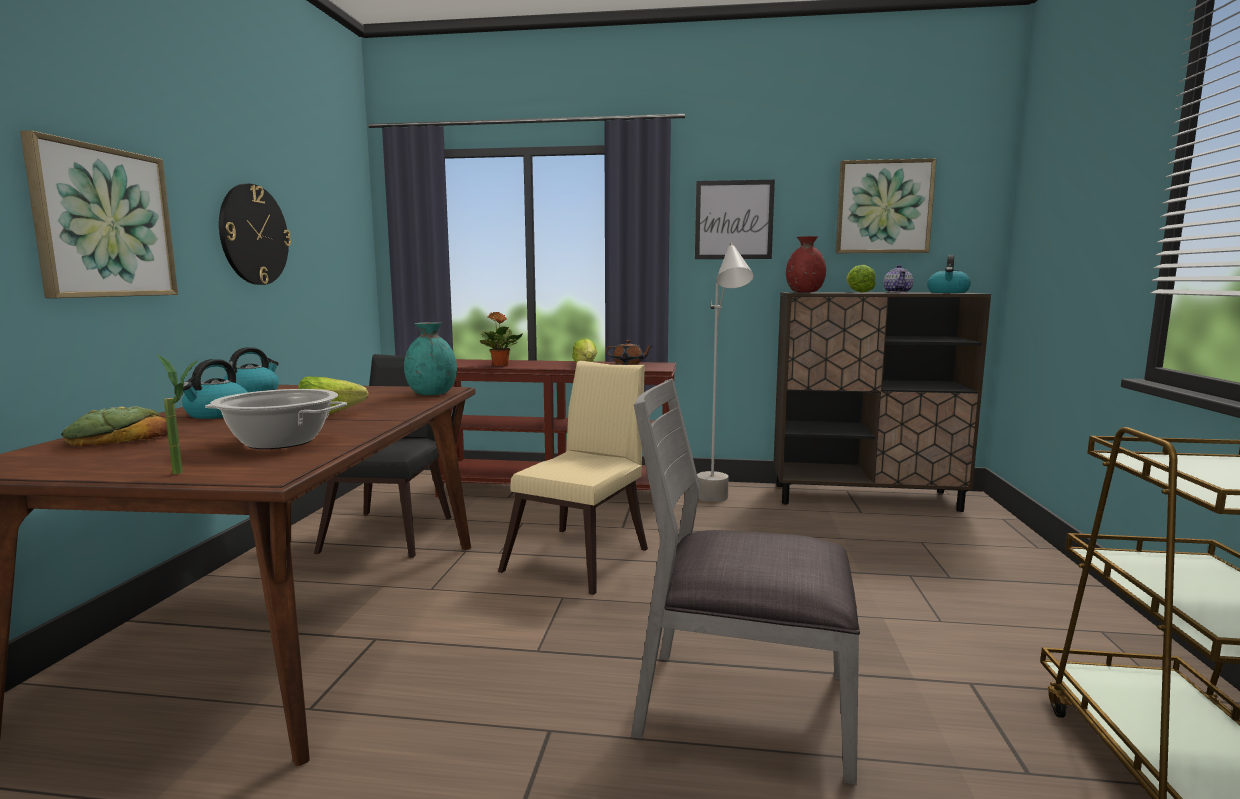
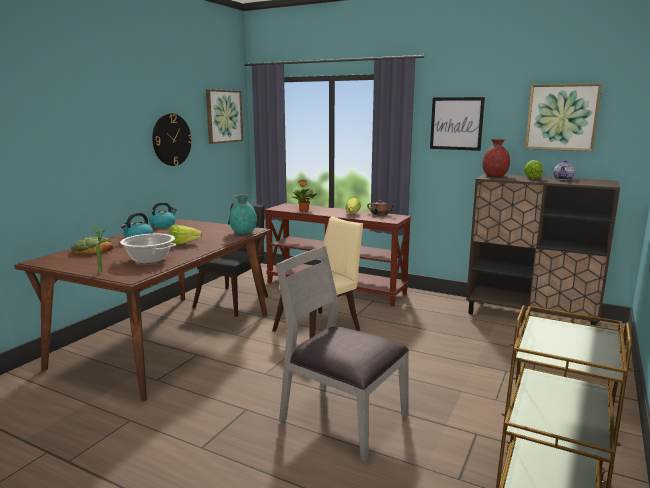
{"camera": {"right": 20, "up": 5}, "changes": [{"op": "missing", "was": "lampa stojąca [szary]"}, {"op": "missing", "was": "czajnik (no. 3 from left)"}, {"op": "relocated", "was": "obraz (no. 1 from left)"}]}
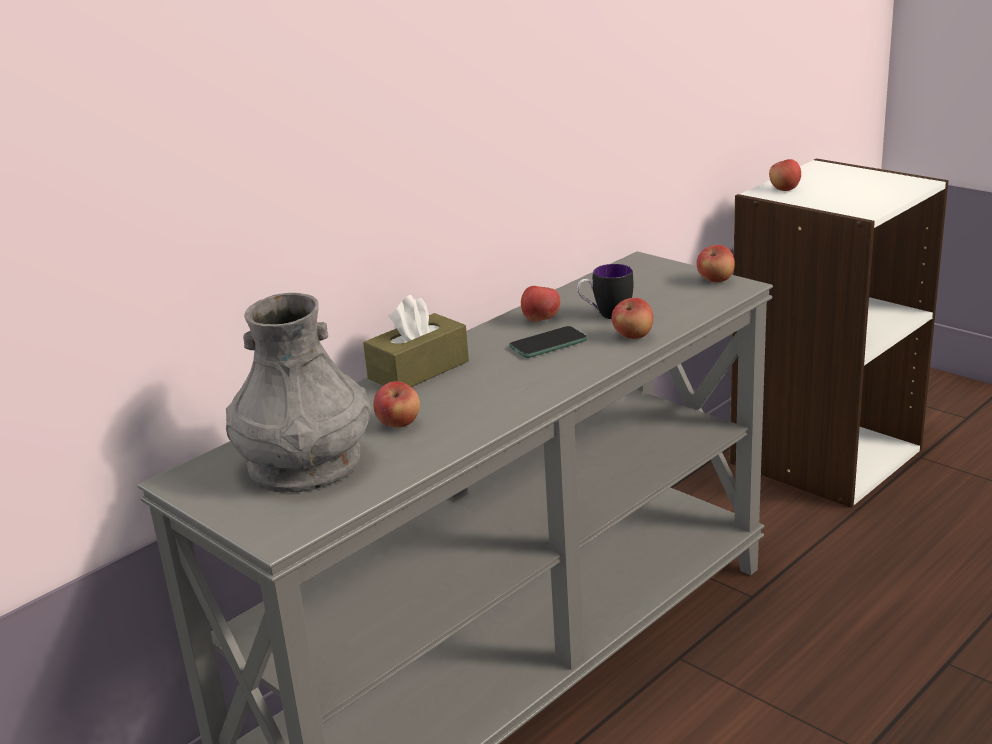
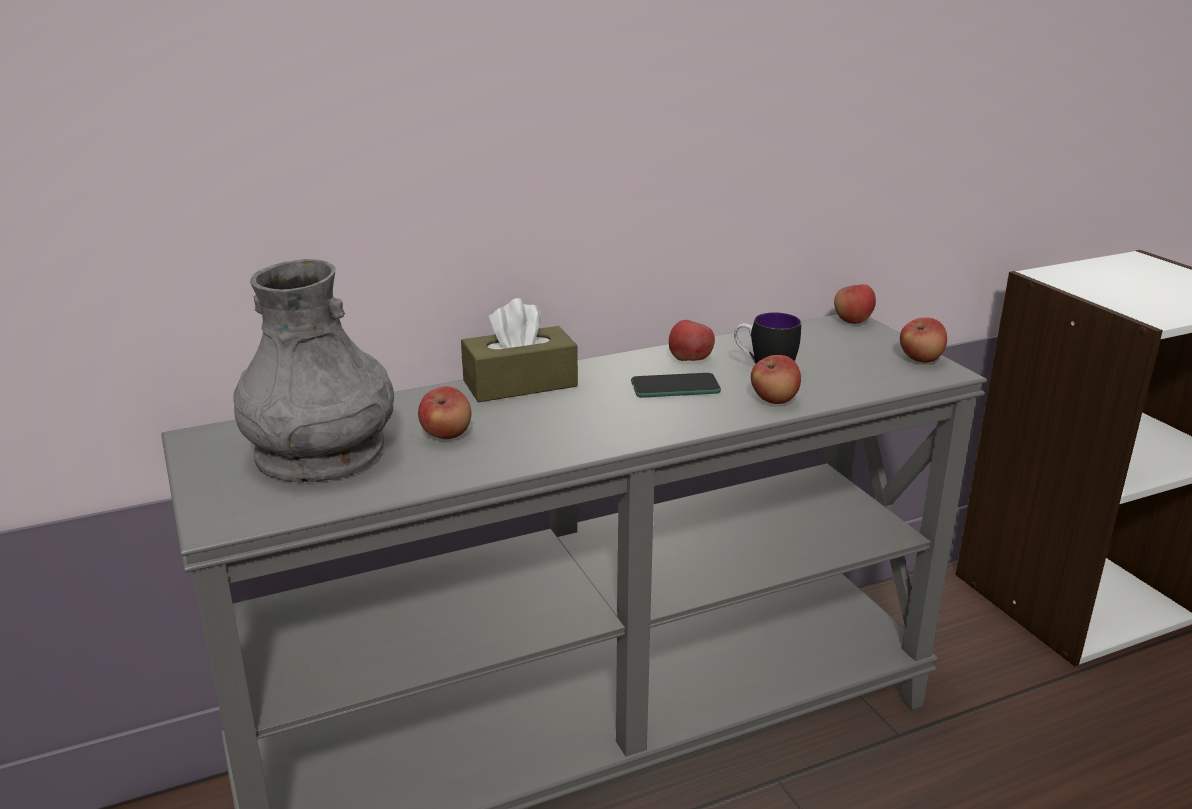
{"camera": {"right": 20, "up": 0}, "changes": [{"op": "relocated", "was": "jabłko (no. 5 from left in the first image)", "now": "jabłko (no. 4 from left)"}]}
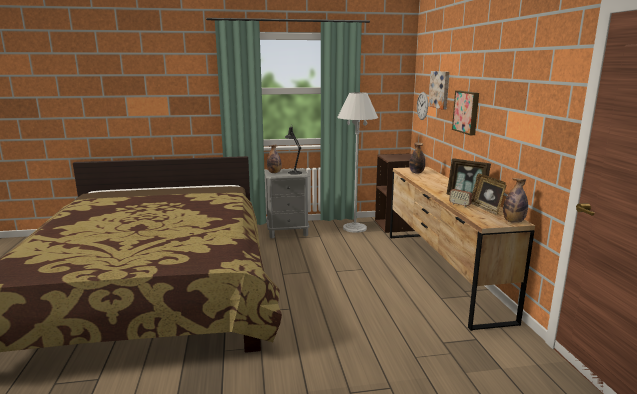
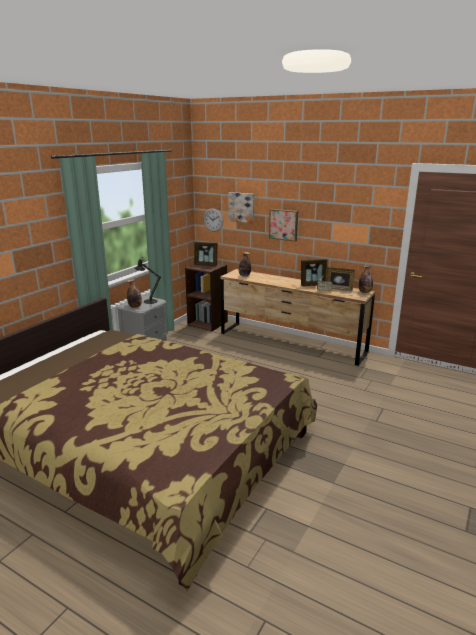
{"camera": {"right": -50, "up": 5}, "changes": [{"op": "missing", "was": "lampa stojąca [biały]"}, {"op": "appeared", "now": "ramka na zdjęcie (no. 1 from left)"}]}
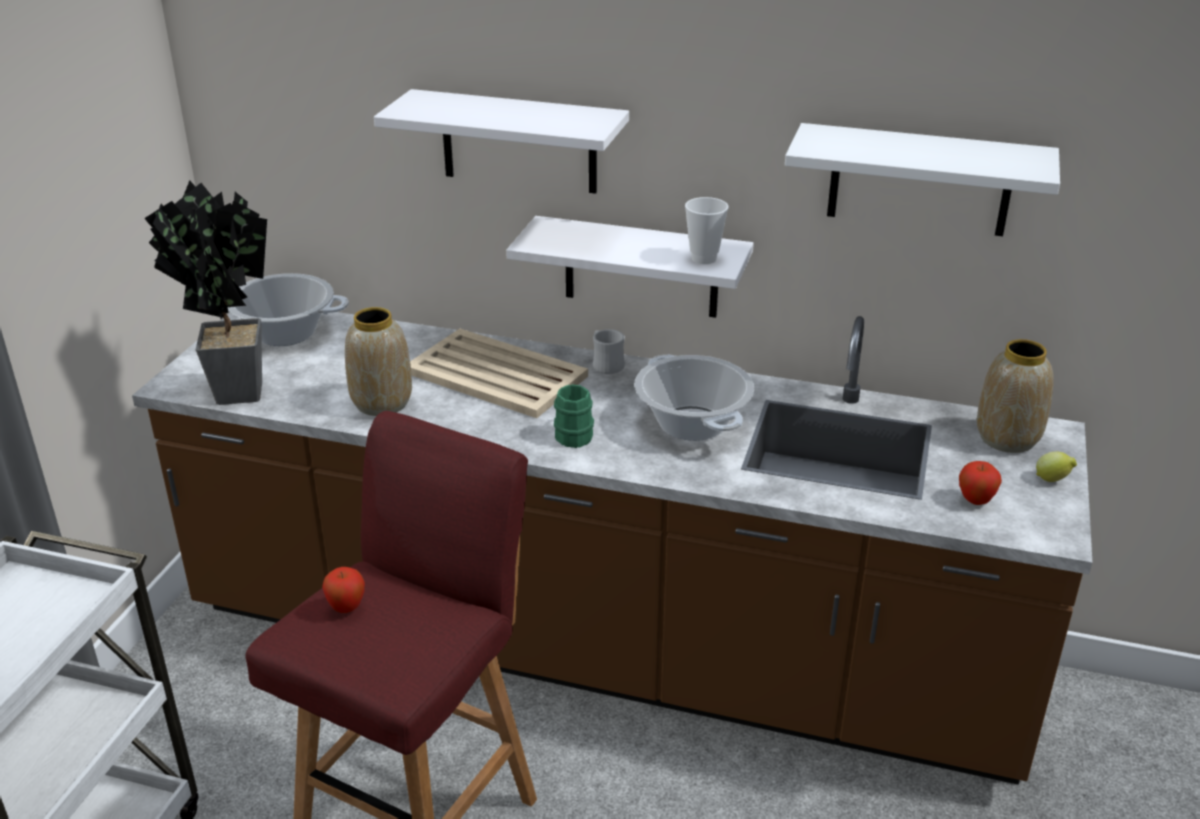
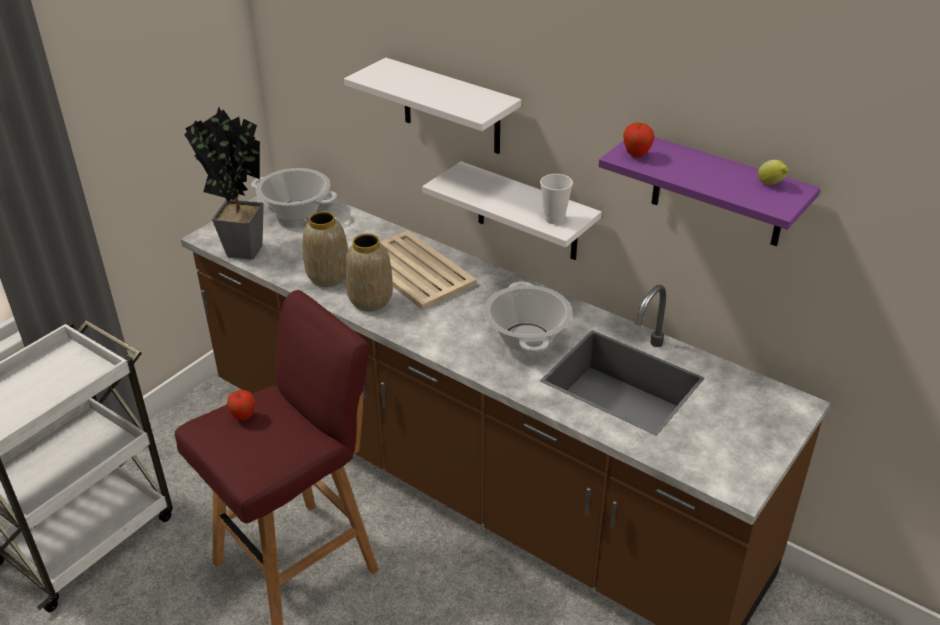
{"camera": {"right": 20, "up": 5}, "changes": [{"op": "missing", "was": "kubek [zielony]"}, {"op": "missing", "was": "kubek [biały]"}, {"op": "relocated", "was": "jabłko (no. 2 from left)"}, {"op": "relocated", "was": "wazon (no. 2 from left)"}, {"op": "relocated", "was": "cytryna"}, {"op": "colour", "was": "półka [biały] (no. 3 from left)", "now": "półka [fioletowy]"}]}
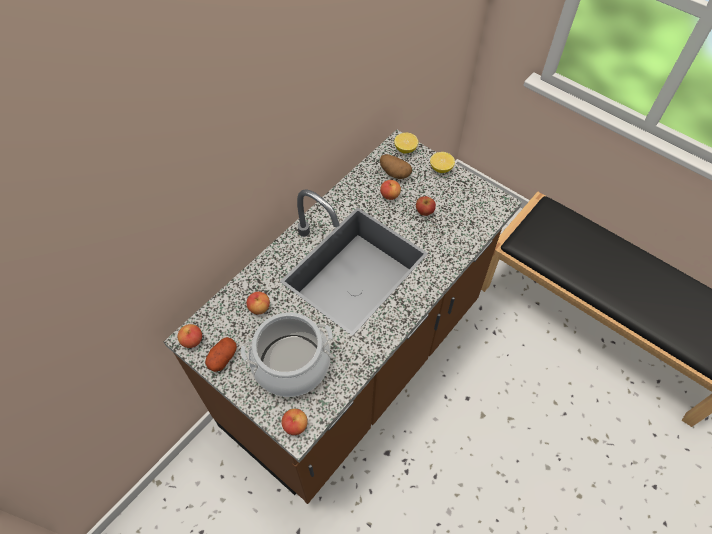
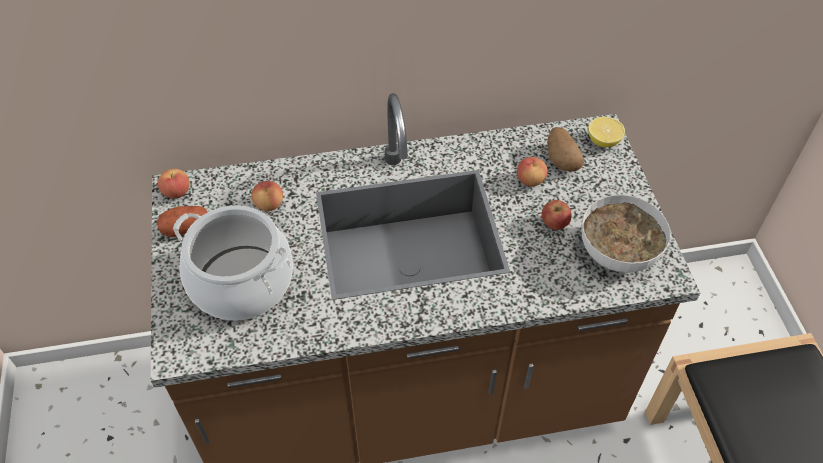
{"camera": {"right": 40, "up": -5}, "changes": [{"op": "missing", "was": "jabłko (no. 3 from left)"}, {"op": "missing", "was": "cytryna (no. 2 from left)"}, {"op": "appeared", "now": "miska"}]}
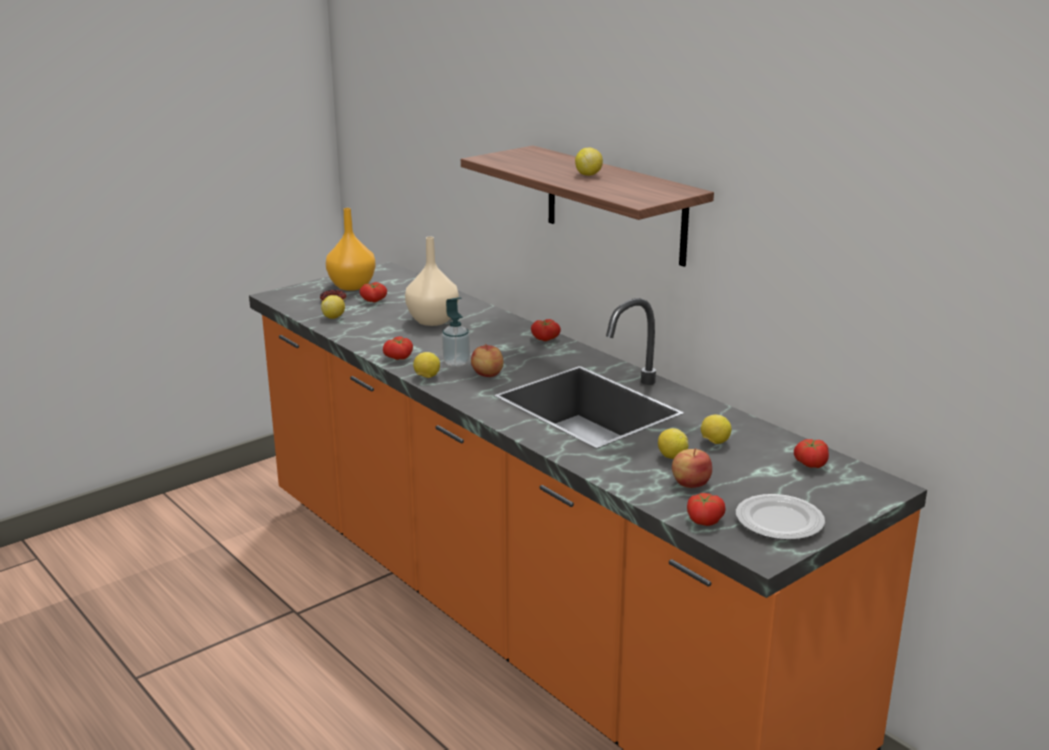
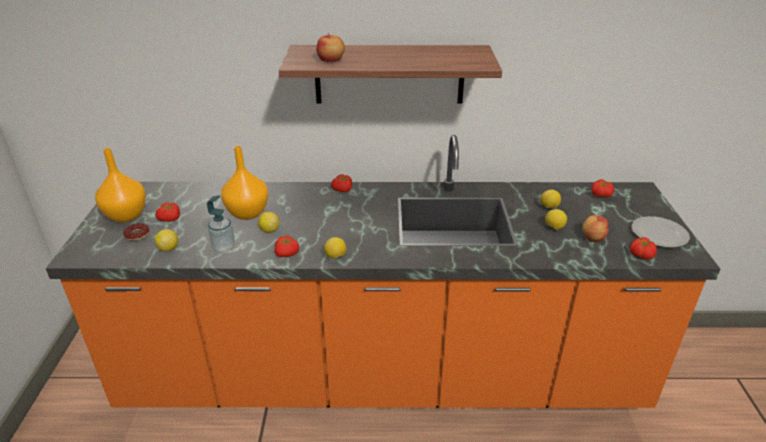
{"camera": {"right": -50, "up": 10}, "changes": [{"op": "relocated", "was": "dozownik mydła"}, {"op": "relocated", "was": "jabłko (no. 1 from left)"}, {"op": "relocated", "was": "cytryna (no. 3 from left in the first image)", "now": "cytryna (no. 2 from left)"}, {"op": "colour", "was": "wazon [beżowy]", "now": "wazon [pomarańczowy] (no. 2 from left)"}]}
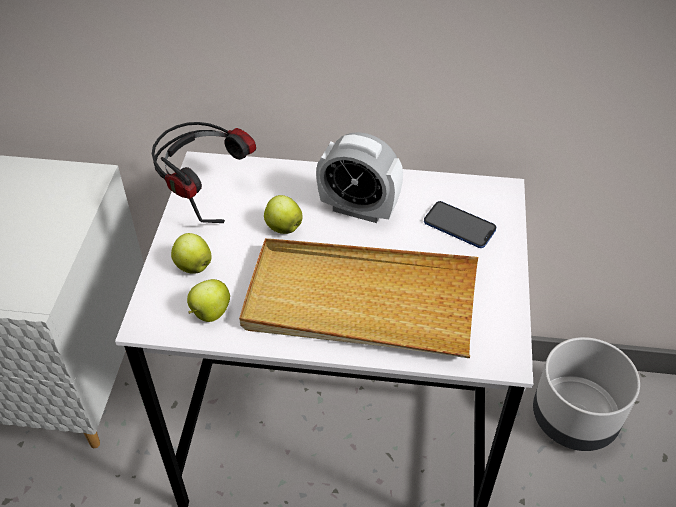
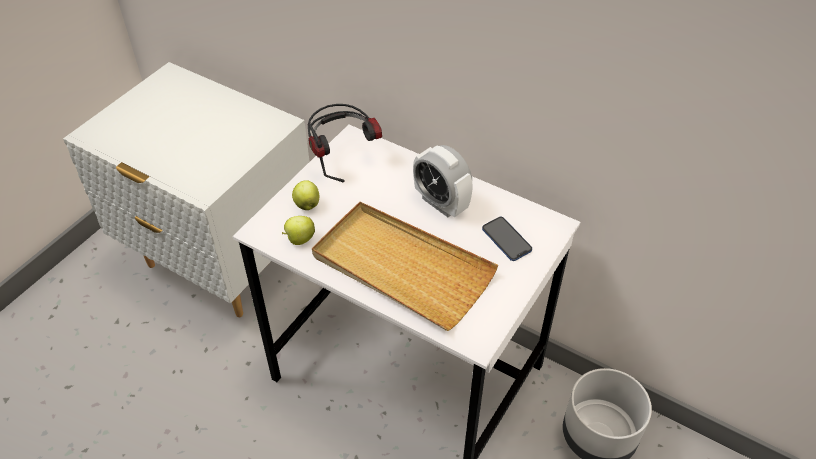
{"camera": {"right": 25, "up": 0}, "changes": [{"op": "missing", "was": "jabłko (no. 3 from left)"}]}
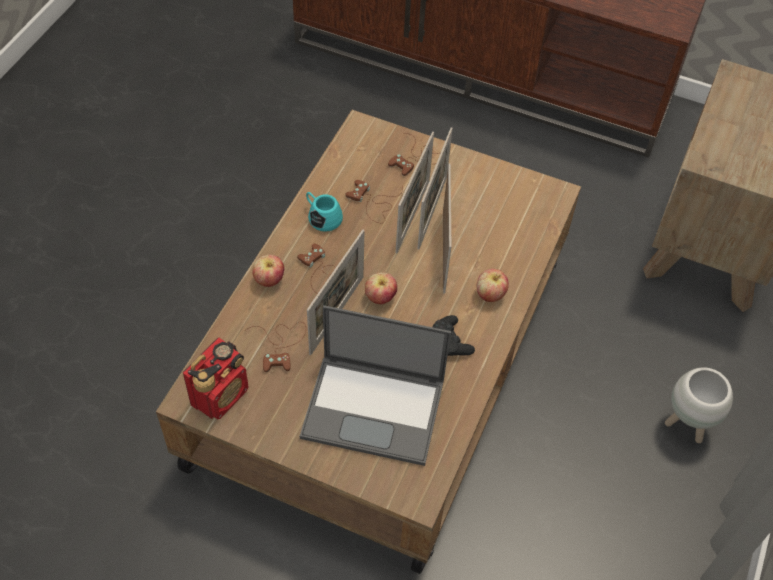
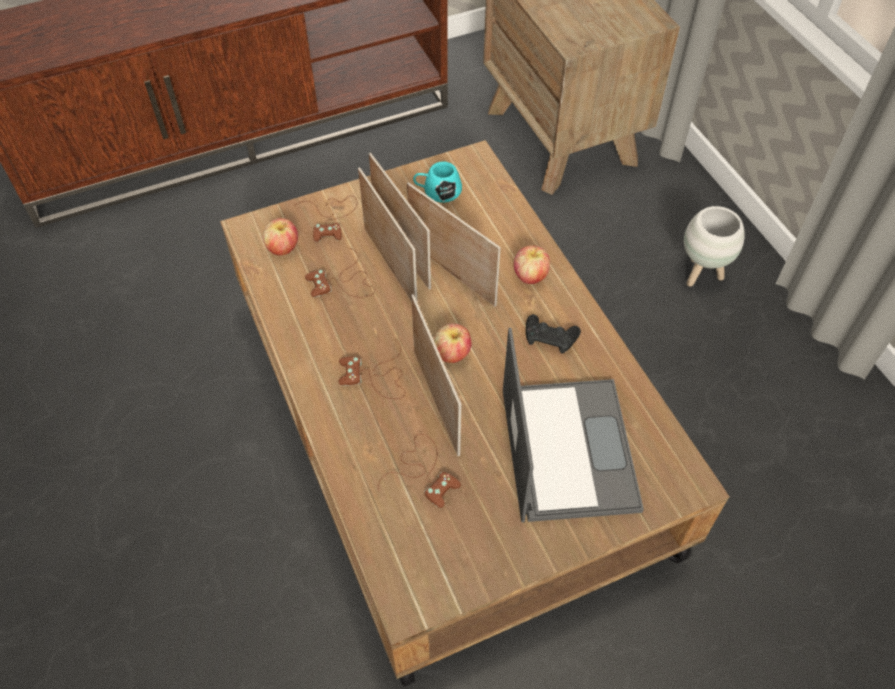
{"camera": {"right": -45, "up": 0}, "changes": [{"op": "missing", "was": "radio"}, {"op": "relocated", "was": "jabłko (no. 1 from left)"}, {"op": "relocated", "was": "kubek [turkusowy]"}, {"op": "spun", "was": "laptop", "clockwise": -60}]}
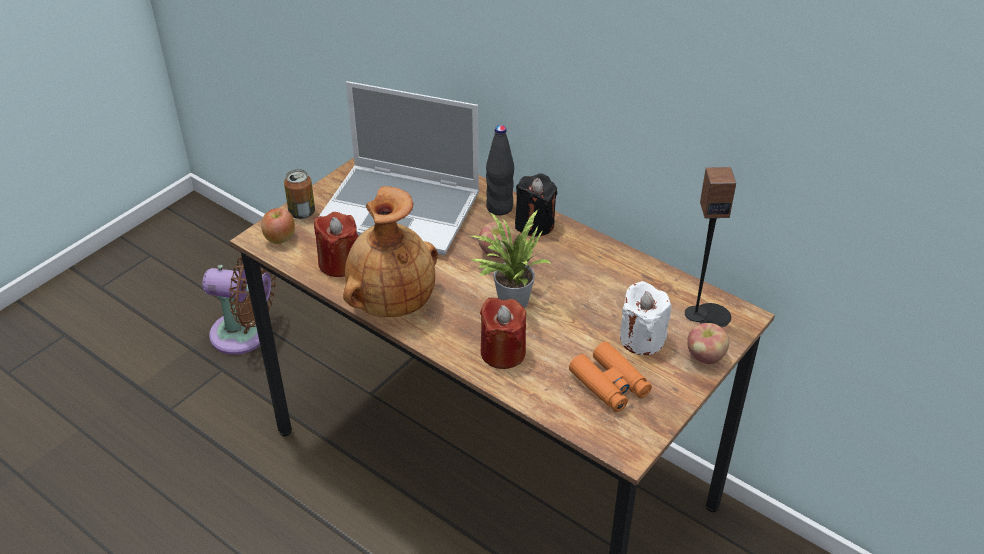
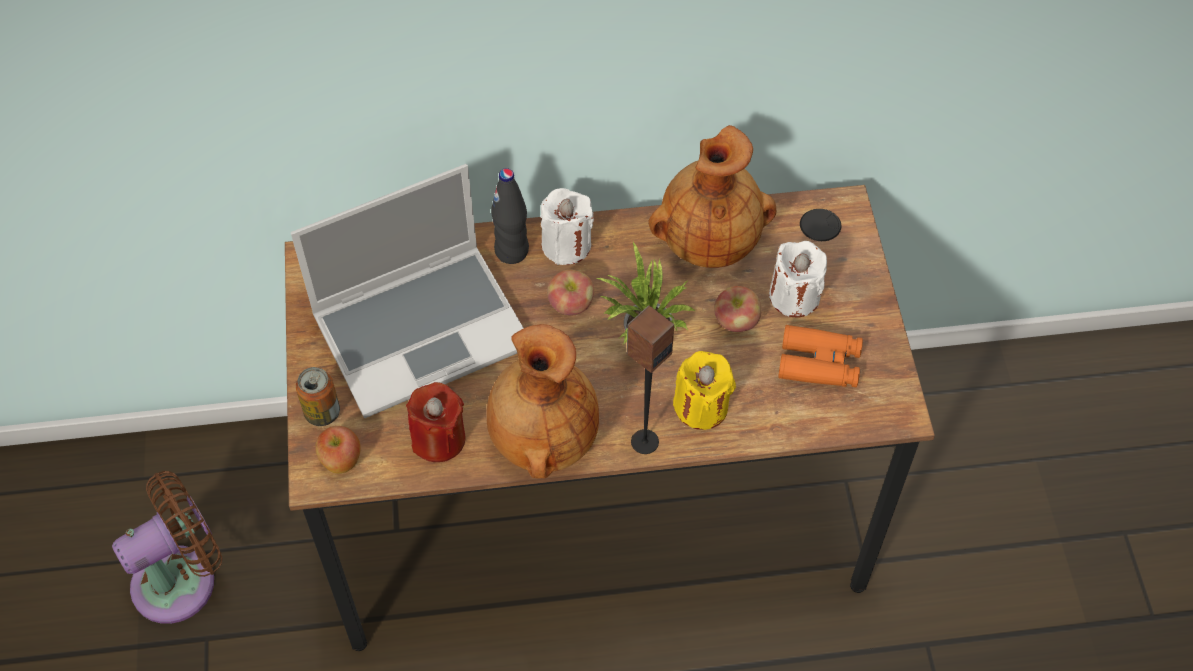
{"camera": {"right": -45, "up": 15}, "changes": [{"op": "appeared", "now": "wazon [brązowy] (no. 2 from left)"}, {"op": "relocated", "was": "głośnik"}, {"op": "relocated", "was": "jabłko (no. 3 from left)"}, {"op": "colour", "was": "świeca [czerwony] (no. 2 from left)", "now": "świeca [żółty]"}, {"op": "colour", "was": "świeca [czarny]", "now": "świeca [biały] (no. 1 from left)"}]}
